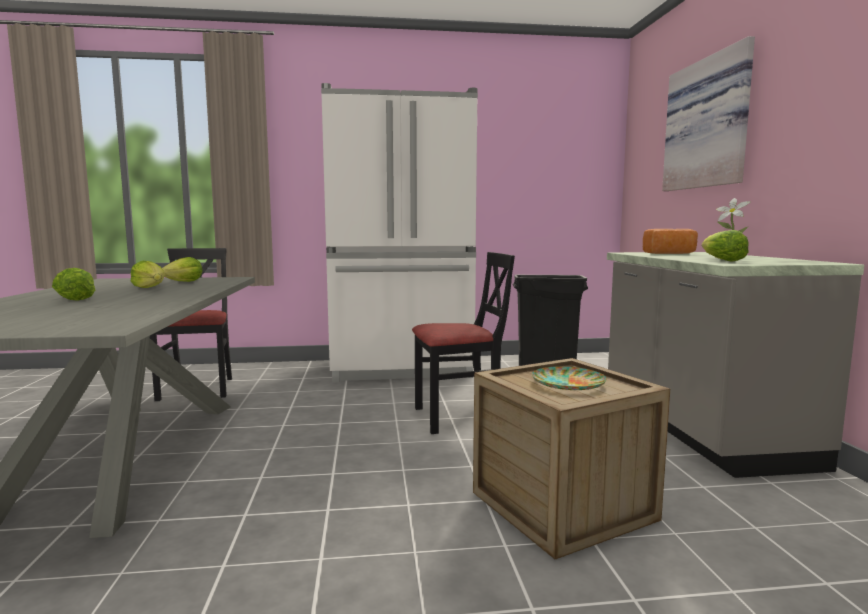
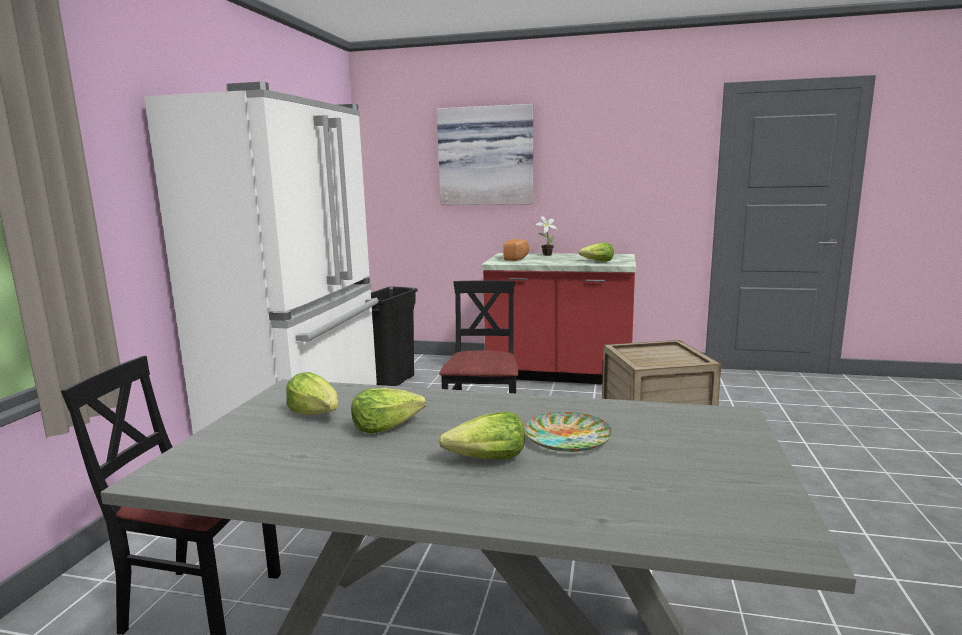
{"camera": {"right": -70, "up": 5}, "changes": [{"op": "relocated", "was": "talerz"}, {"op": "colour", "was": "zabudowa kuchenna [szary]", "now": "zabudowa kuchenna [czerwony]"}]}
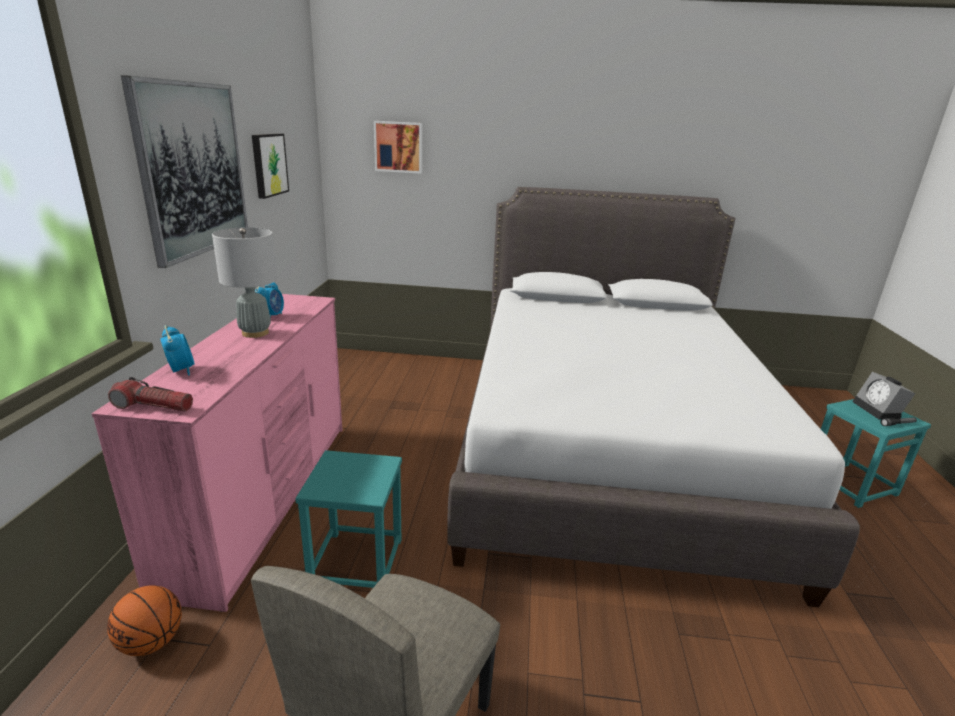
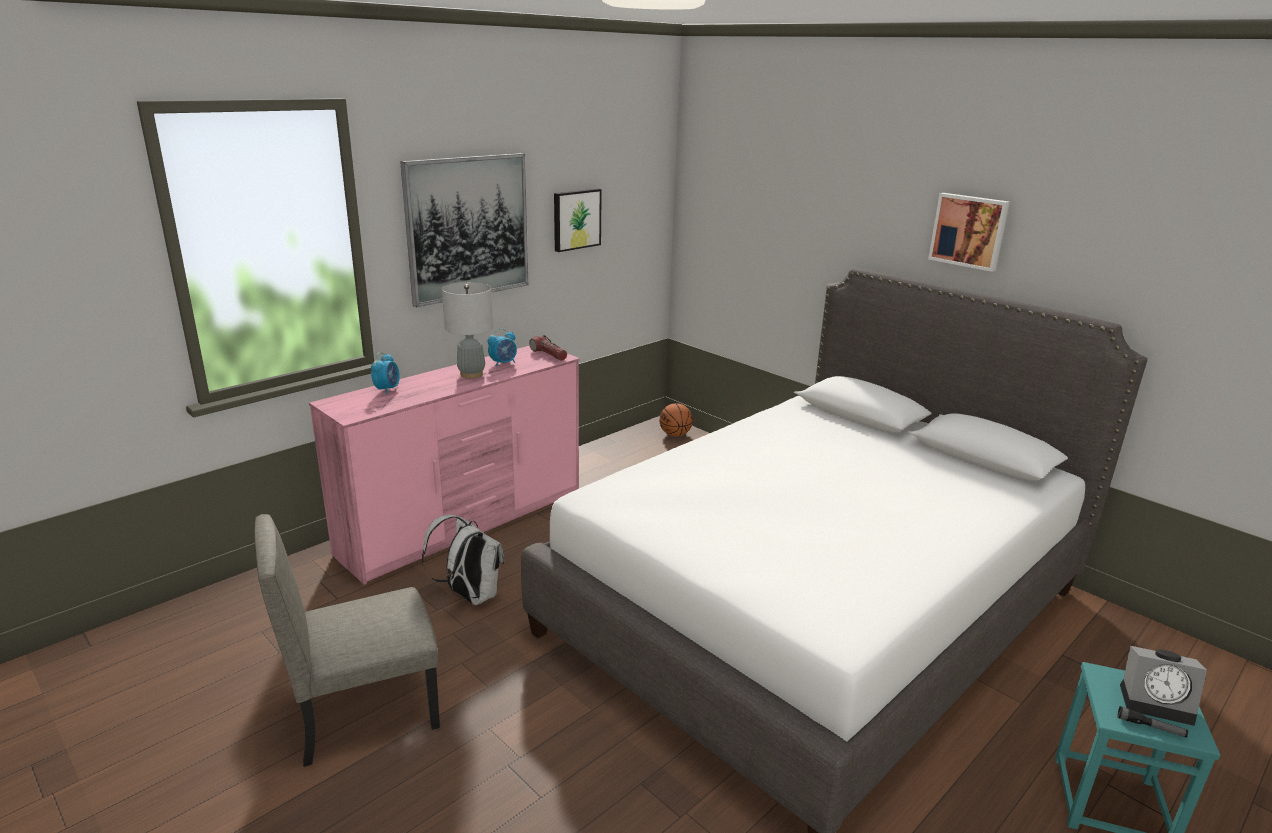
{"camera": {"right": 40, "up": 0}, "changes": [{"op": "relocated", "was": "piłka do koszykówki"}, {"op": "relocated", "was": "latarka (no. 1 from left)"}, {"op": "relocated", "was": "obraz (no. 3 from left)"}, {"op": "exchanged", "was": "stołek [turkusowy] (no. 1 from left)", "now": "plecak [biały]"}, {"op": "spun", "was": "budzik (no. 3 from left)", "clockwise": -105}]}
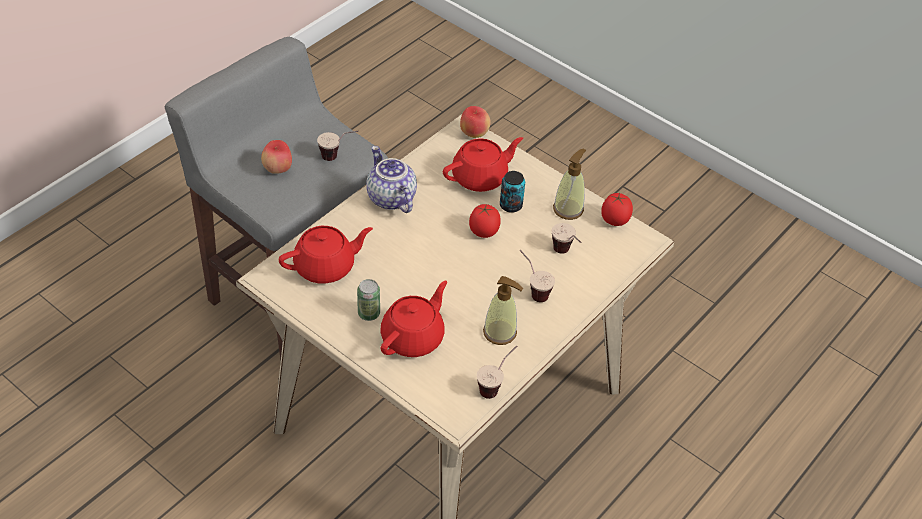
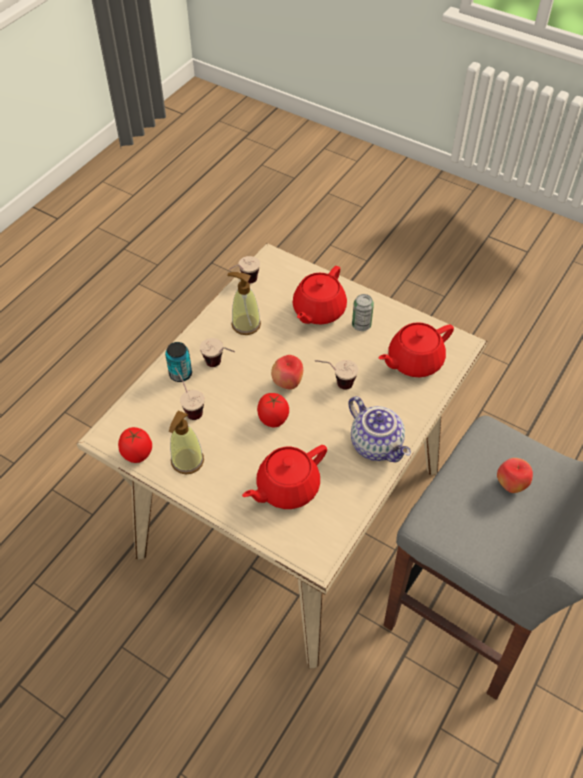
{"camera": {"right": 175, "up": 5}, "changes": [{"op": "relocated", "was": "filiżanka (no. 1 from left in the first image)", "now": "filiżanka (no. 4 from left)"}, {"op": "relocated", "was": "jabłko (no. 2 from left in the first image)", "now": "jabłko (no. 1 from left)"}, {"op": "relocated", "was": "puszka (no. 2 from left in the first image)", "now": "puszka (no. 1 from left)"}]}
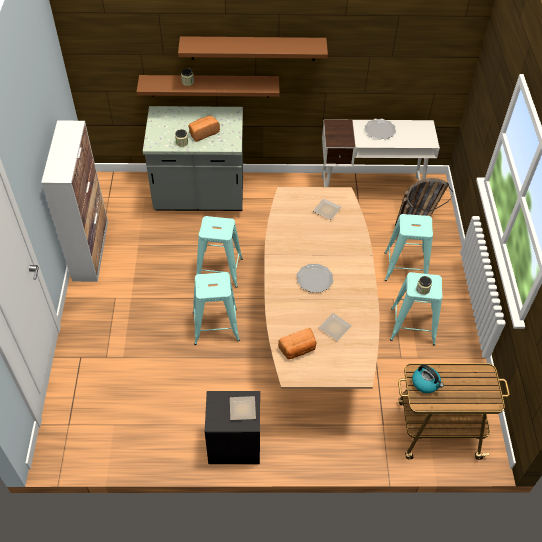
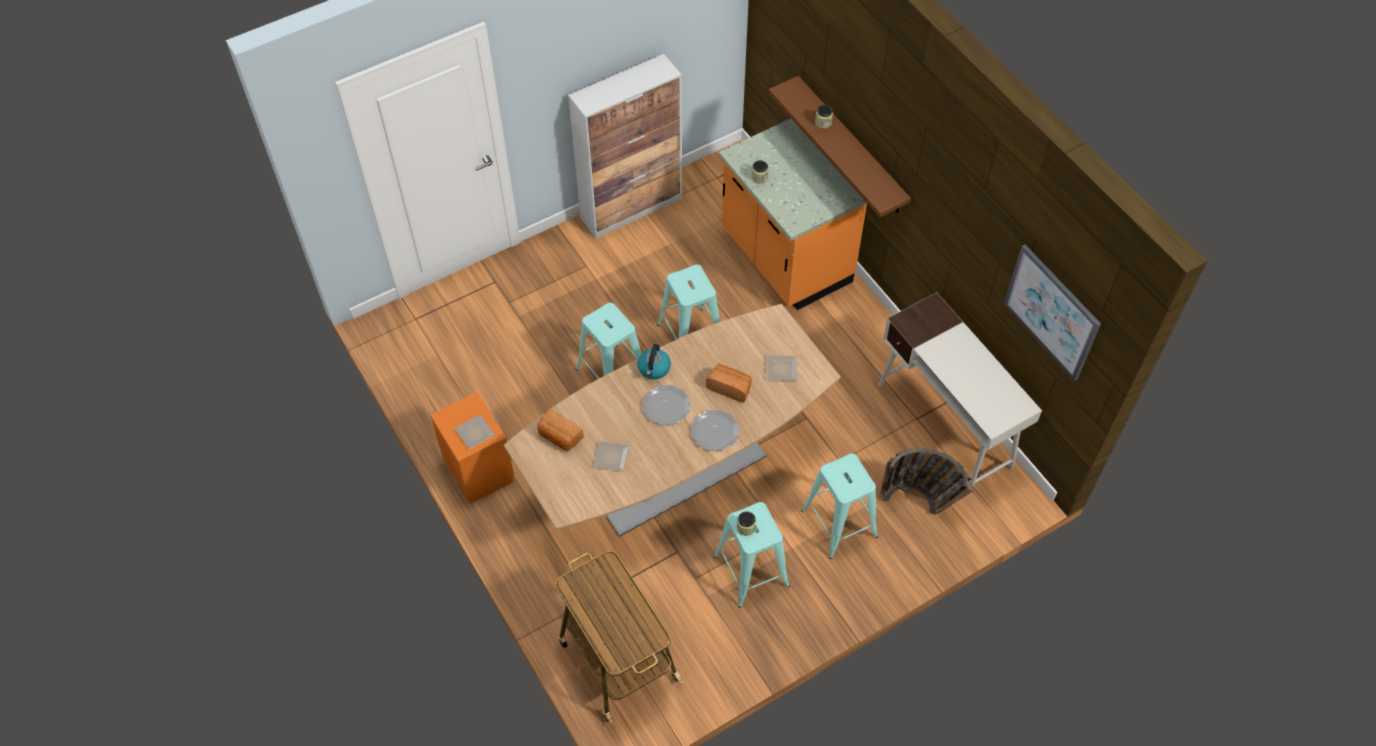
{"camera": {"right": 60, "up": 5}, "changes": [{"op": "missing", "was": "półka [brązowy] (no. 2 from left)"}, {"op": "appeared", "now": "obraz"}, {"op": "relocated", "was": "chleb (no. 1 from left in the first image)", "now": "chleb (no. 2 from left)"}, {"op": "relocated", "was": "talerz (no. 5 from left in the first image)", "now": "talerz (no. 4 from left)"}, {"op": "relocated", "was": "czajnik"}, {"op": "colour", "was": "zabudowa kuchenna [szary]", "now": "zabudowa kuchenna [pomarańczowy]"}, {"op": "colour", "was": "szafka nocna [czarny]", "now": "szafka nocna [pomarańczowy]"}]}
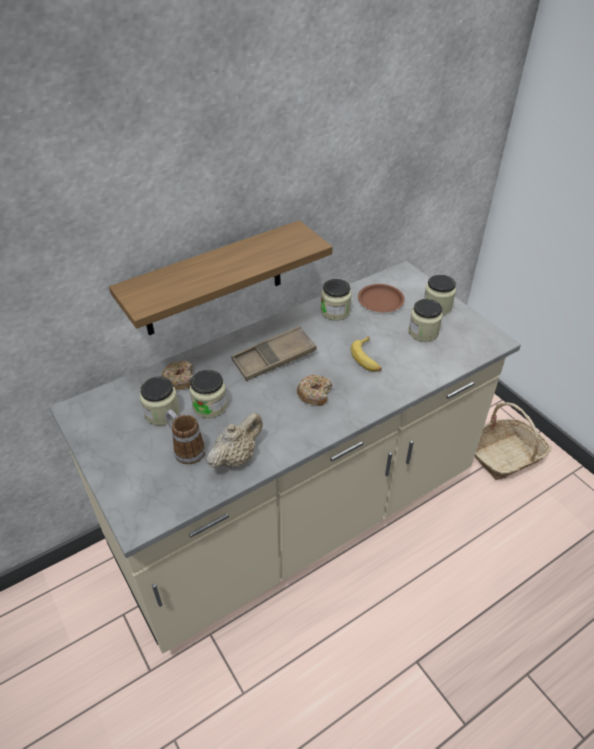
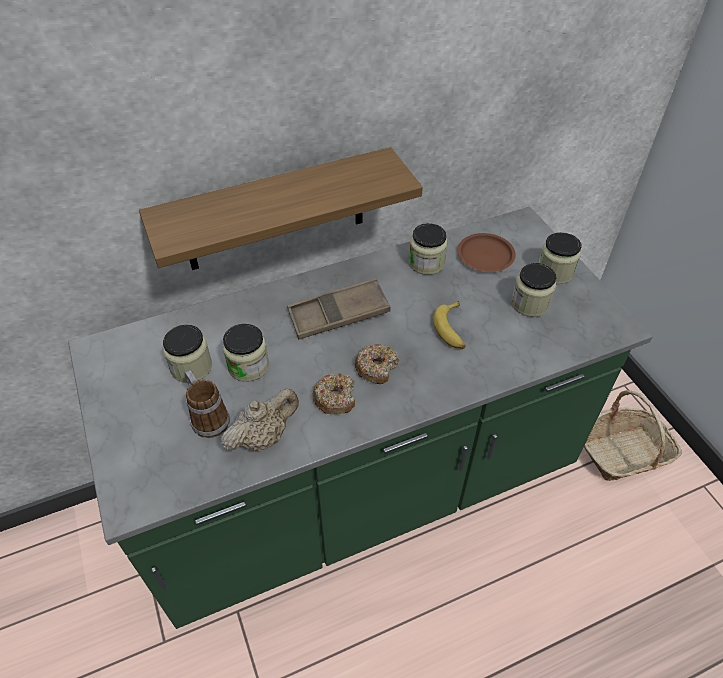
{"camera": {"right": 10, "up": 5}, "changes": [{"op": "relocated", "was": "donut (no. 1 from left)"}, {"op": "colour", "was": "zabudowa kuchenna [beżowy]", "now": "zabudowa kuchenna [zielony]"}]}
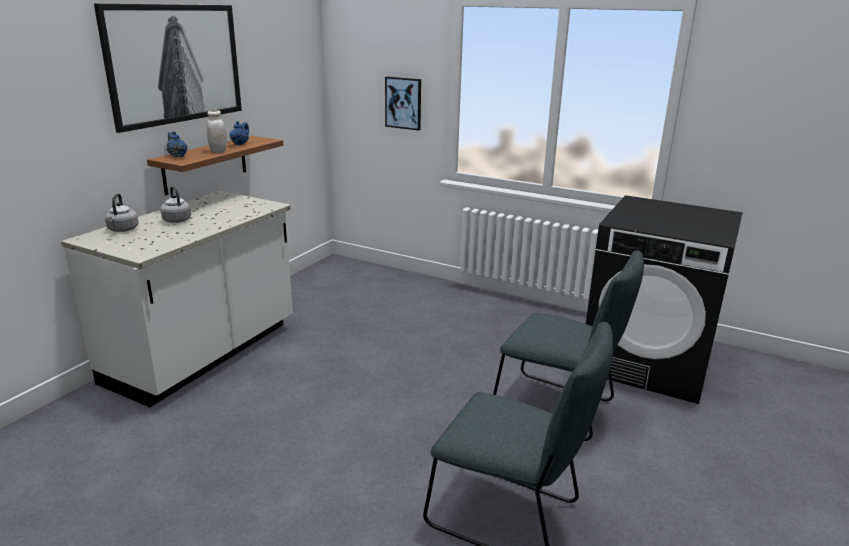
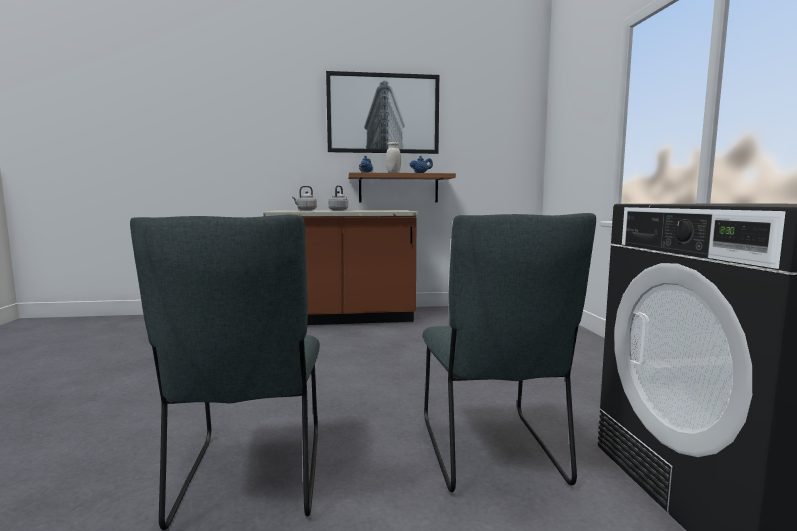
{"camera": {"right": 55, "up": -15}, "changes": [{"op": "missing", "was": "obraz (no. 2 from left)"}, {"op": "colour", "was": "zabudowa kuchenna [biały]", "now": "zabudowa kuchenna [brązowy]"}]}
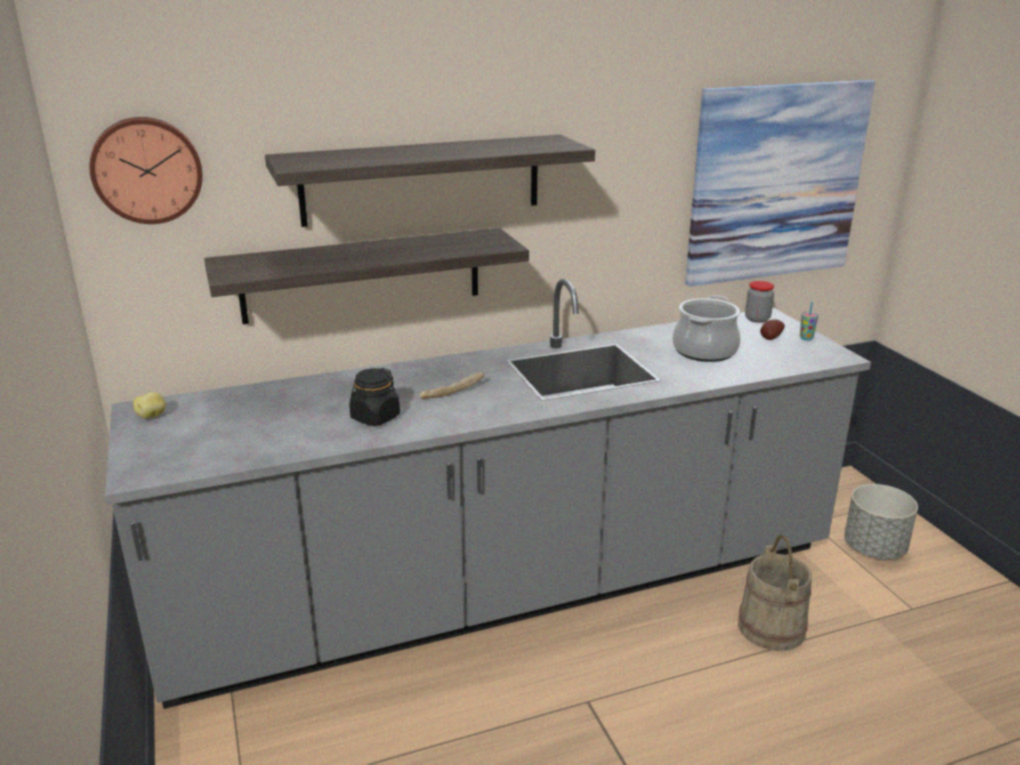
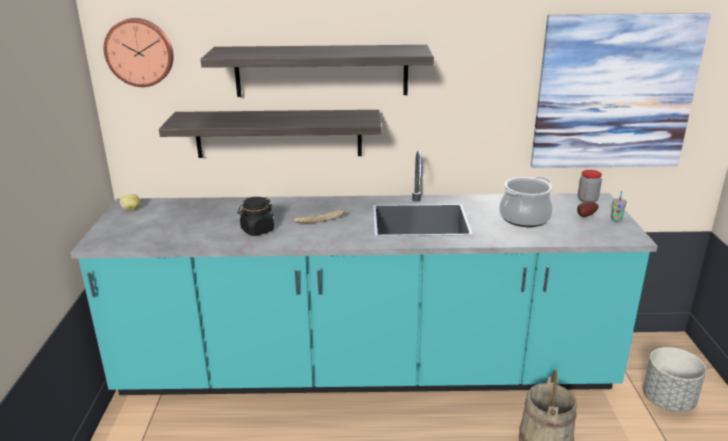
{"camera": {"right": 20, "up": 0}, "changes": [{"op": "colour", "was": "zabudowa kuchenna [szary]", "now": "zabudowa kuchenna [turkusowy]"}]}
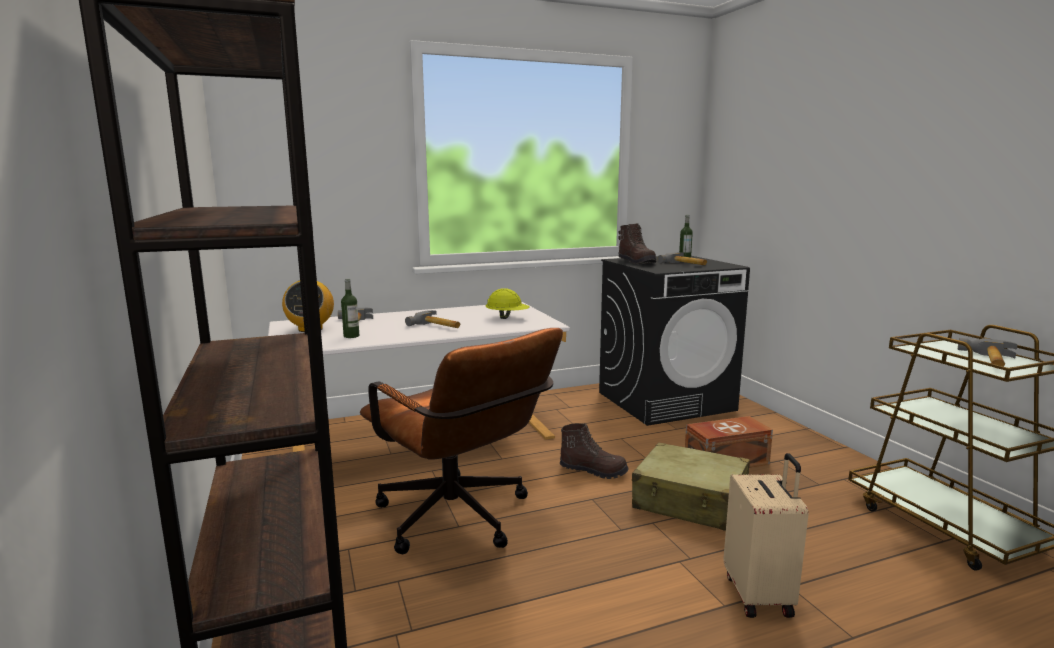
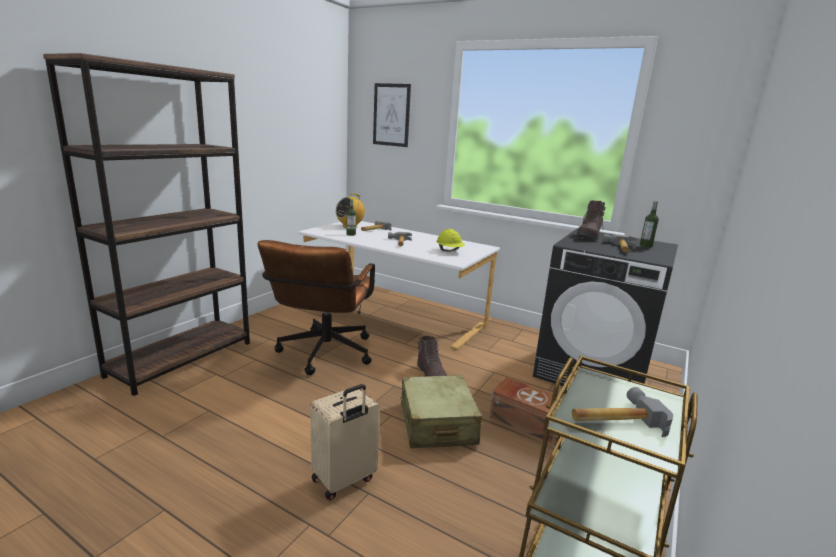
{"camera": {"right": 50, "up": 5}, "changes": [{"op": "appeared", "now": "obraz"}]}
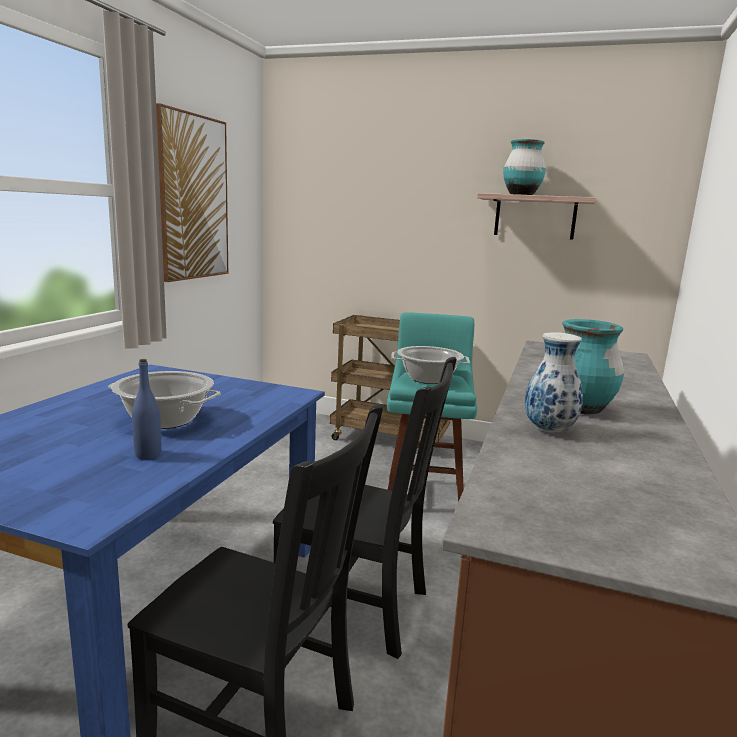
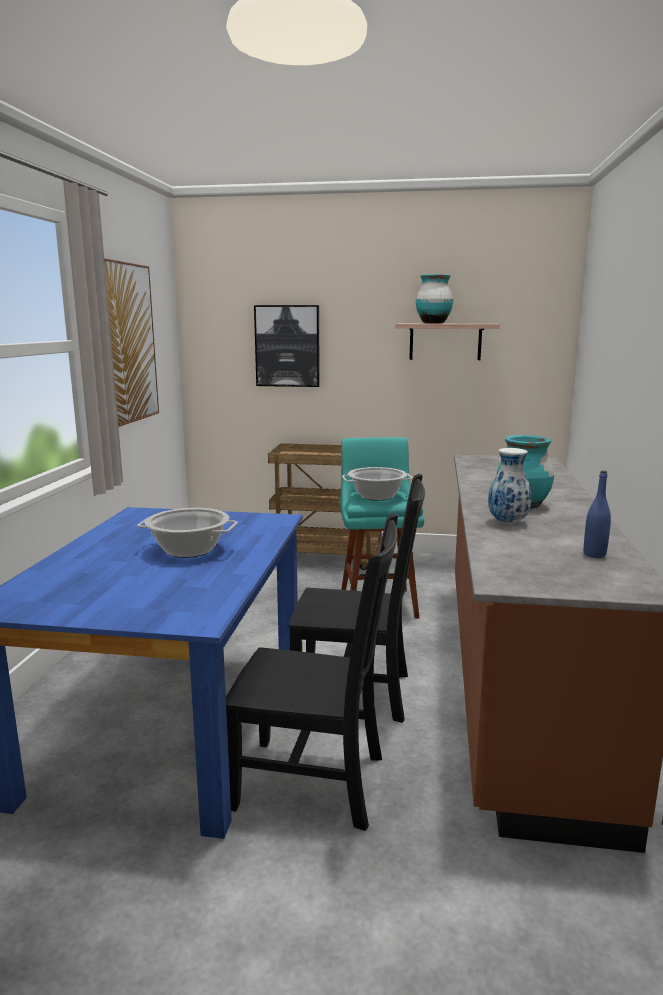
{"camera": {"right": -10, "up": 0}, "changes": [{"op": "appeared", "now": "obraz (no. 2 from left)"}, {"op": "relocated", "was": "butelka [niebieski]"}]}
